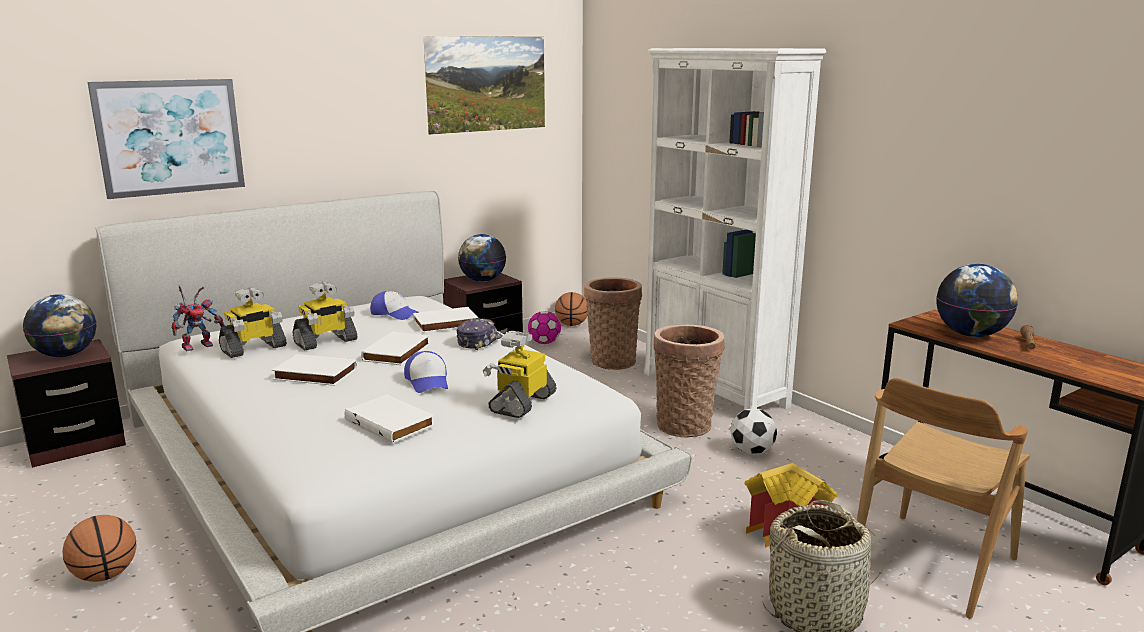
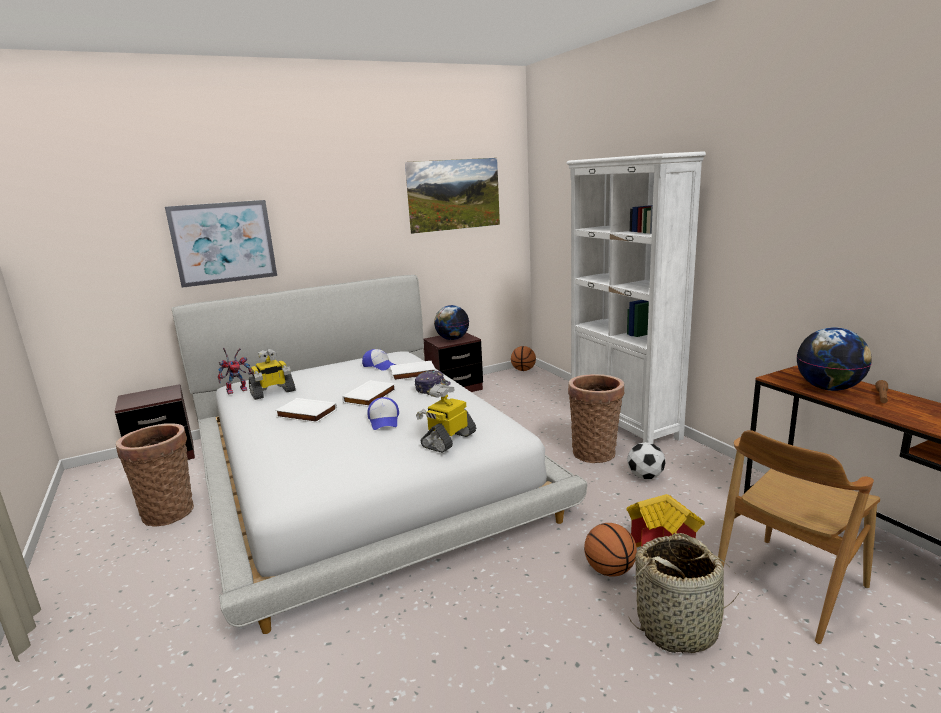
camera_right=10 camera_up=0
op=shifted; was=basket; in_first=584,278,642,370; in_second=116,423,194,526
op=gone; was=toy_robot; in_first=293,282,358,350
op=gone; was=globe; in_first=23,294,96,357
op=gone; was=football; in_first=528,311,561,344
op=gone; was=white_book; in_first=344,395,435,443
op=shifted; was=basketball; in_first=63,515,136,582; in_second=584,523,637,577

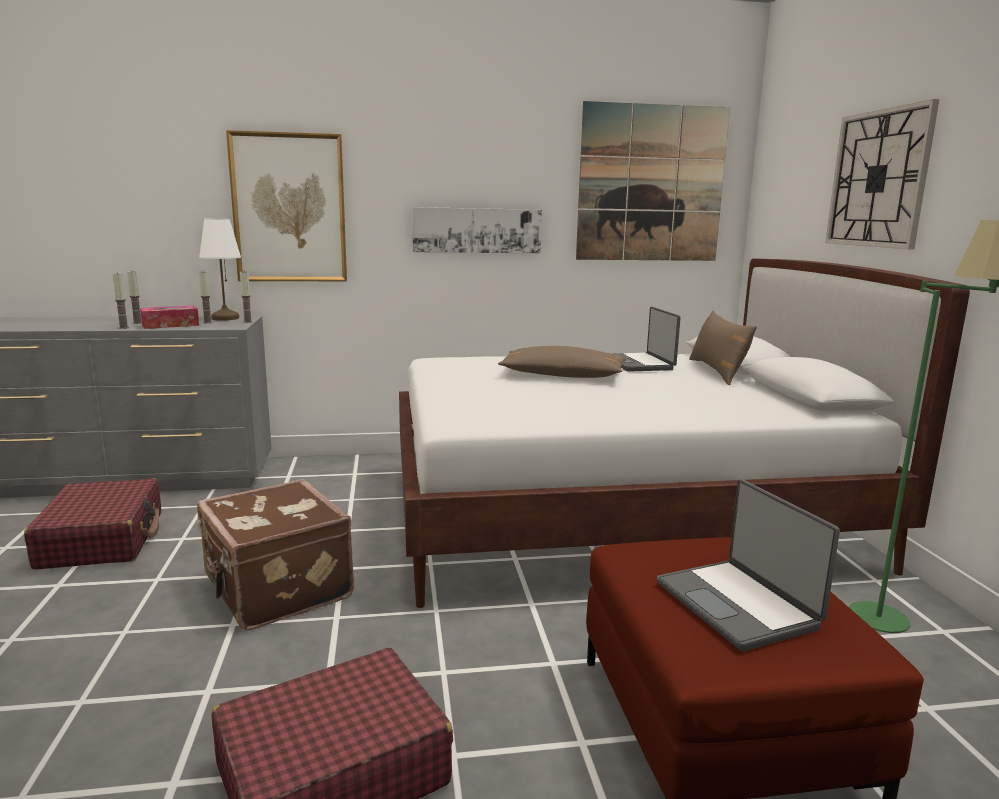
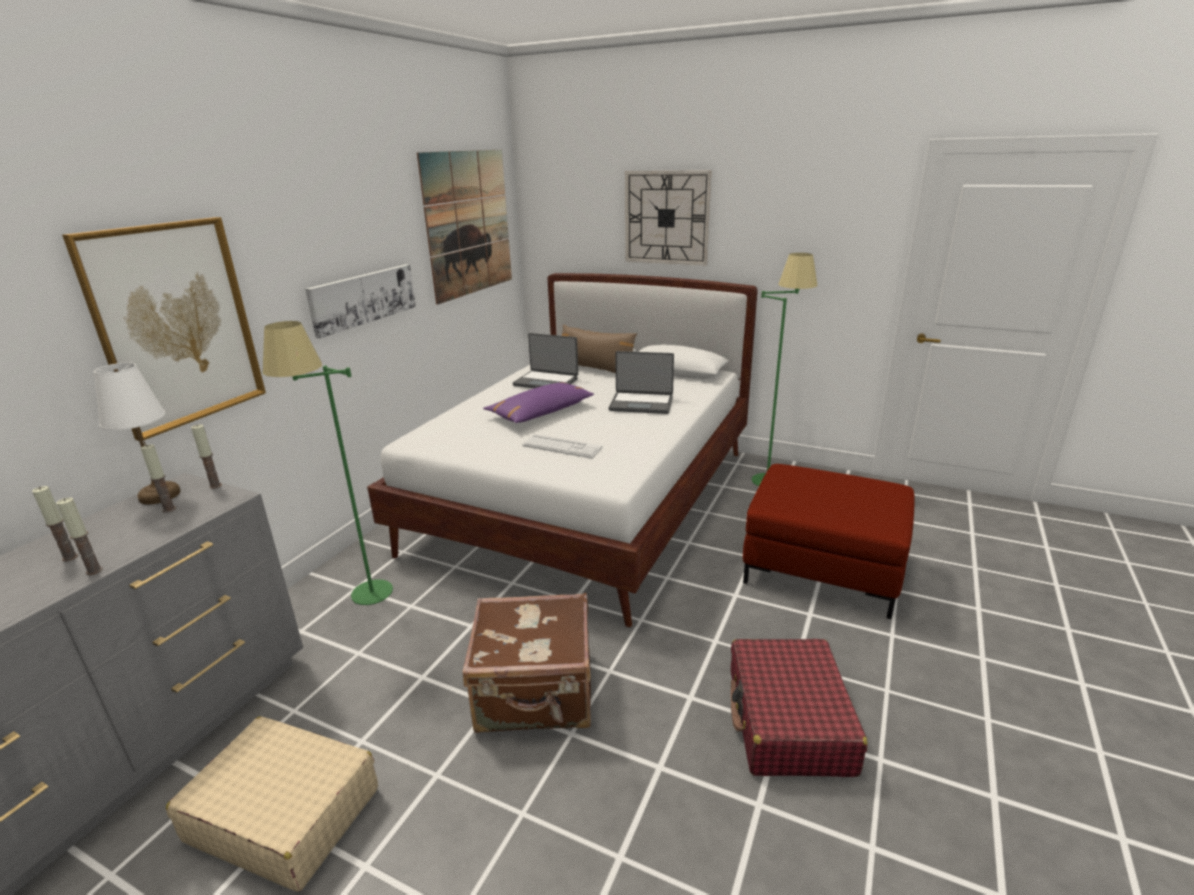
camera_right=-55 camera_up=10
op=gone; was=tissue_box; in_first=140,306,199,329
op=repainted; was=brown_pillow; now=purple_pillow; in_first=498,346,627,378; in_second=483,382,594,423
op=repainted; was=red_suitcase; now=beige_suitcase; in_first=24,478,161,570; in_second=166,716,378,892
op=shifted; was=laptop; in_first=657,479,840,651; in_second=609,351,674,414
op=new; now=green_floor_lamp; in_second=262,321,393,605
op=new; now=keyboard; in_second=523,434,602,458

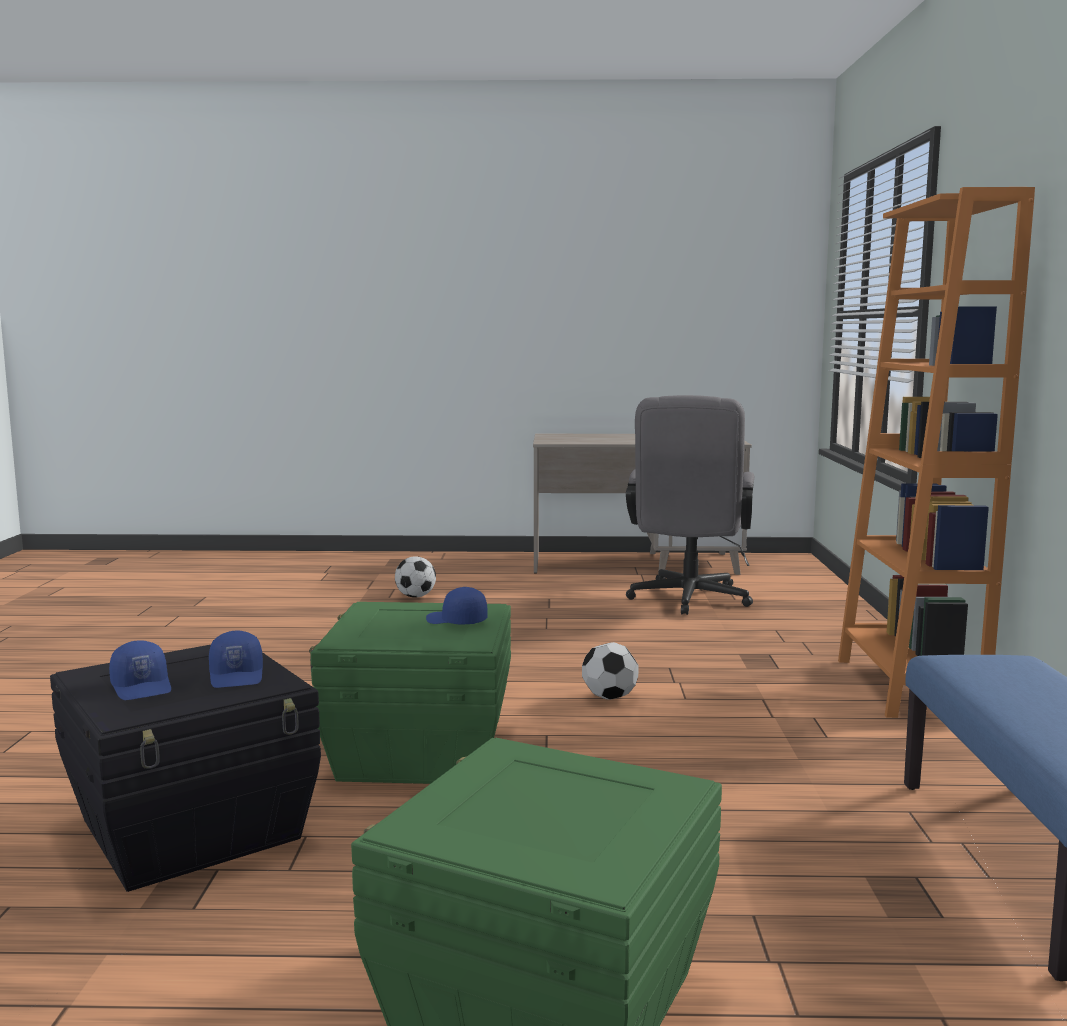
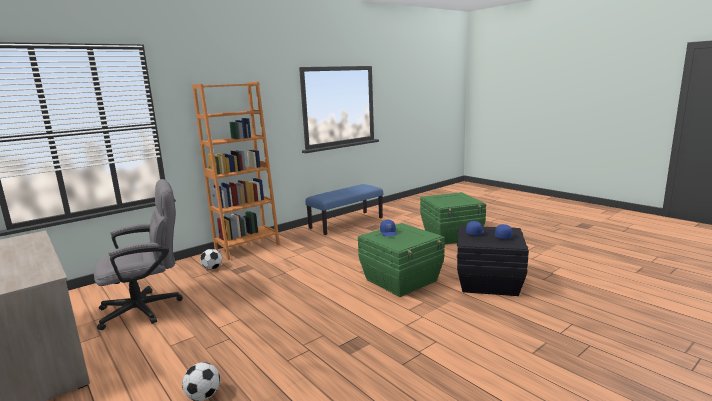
camera_right=-130 camera_up=5
op=shifted; was=football; in_first=582,642,639,700; in_second=200,249,222,269

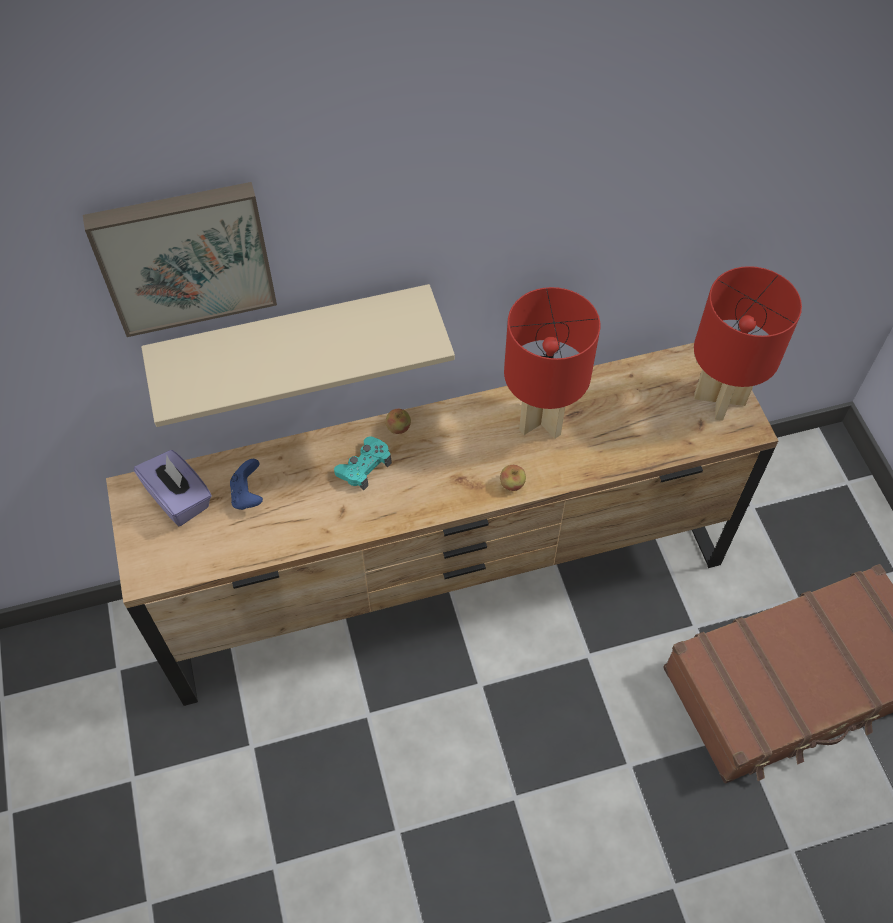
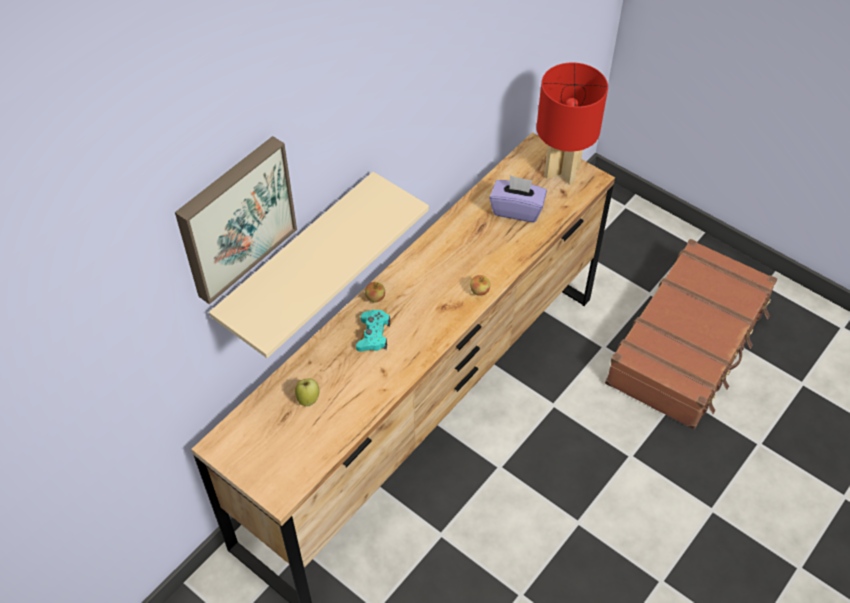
camera_right=-35 camera_up=-5
op=gone; was=red_table_lamp; in_first=504,287,600,439
op=shifted; was=purple_tissue_box; in_first=134,450,212,526; in_second=489,175,547,222
op=swapped; was=blue_game_controller; now=apple; in_first=230,459,263,510; in_second=295,378,319,406

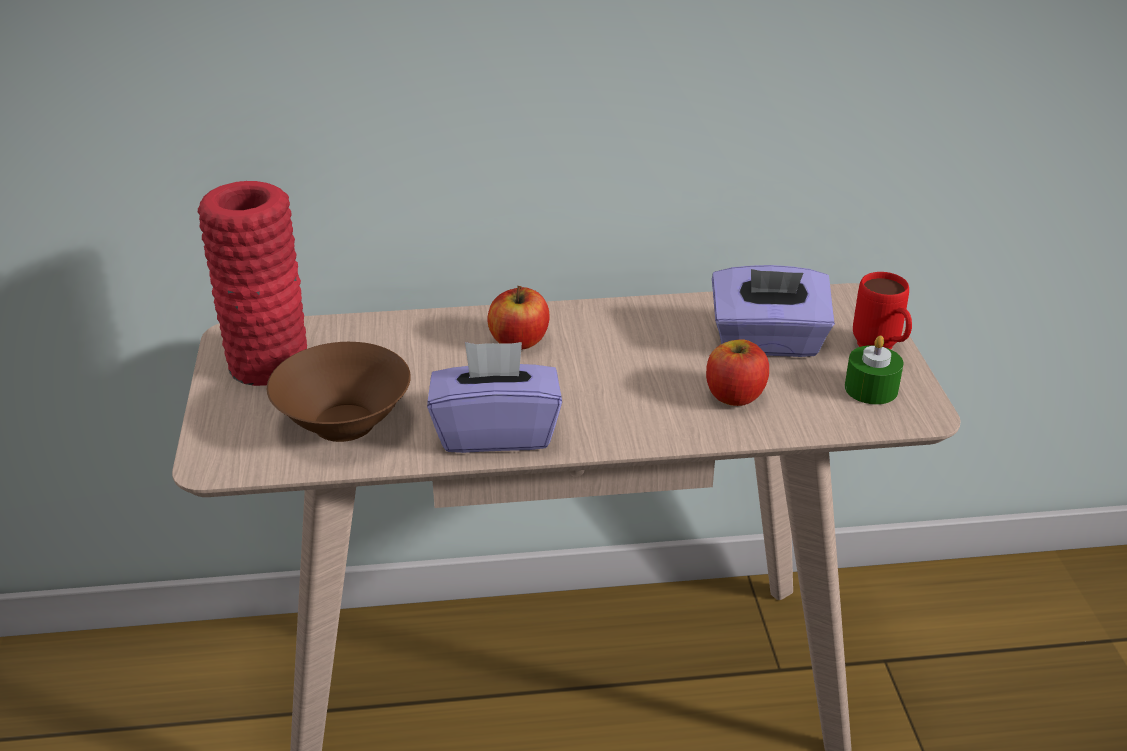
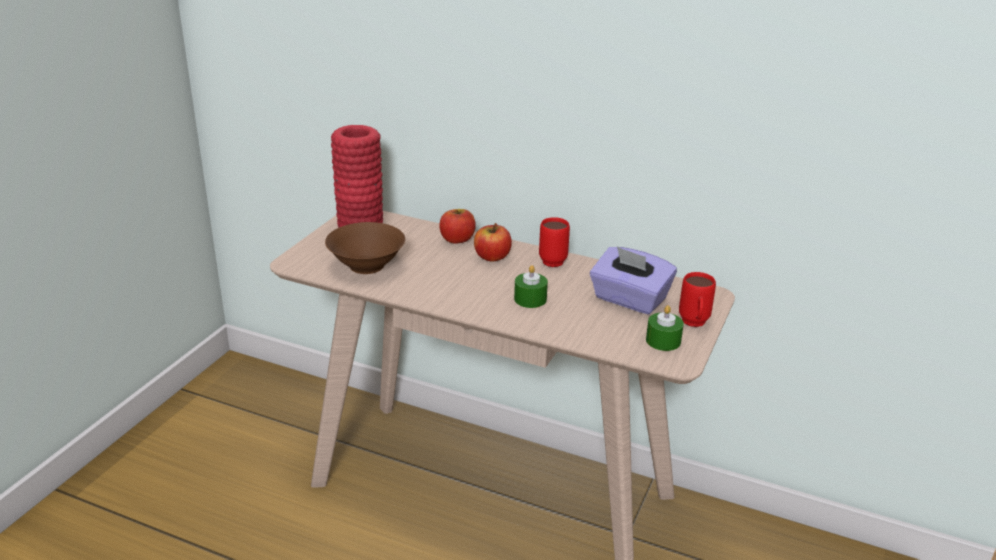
camera_right=30 camera_up=-5
op=shifted; was=apple; in_first=706,339,769,406; in_second=439,209,476,244
op=gone; was=purple_tissue_box; in_first=427,342,562,453
op=new; now=red_mug; in_second=539,217,570,267
op=new; now=green_candle; in_second=514,265,548,308

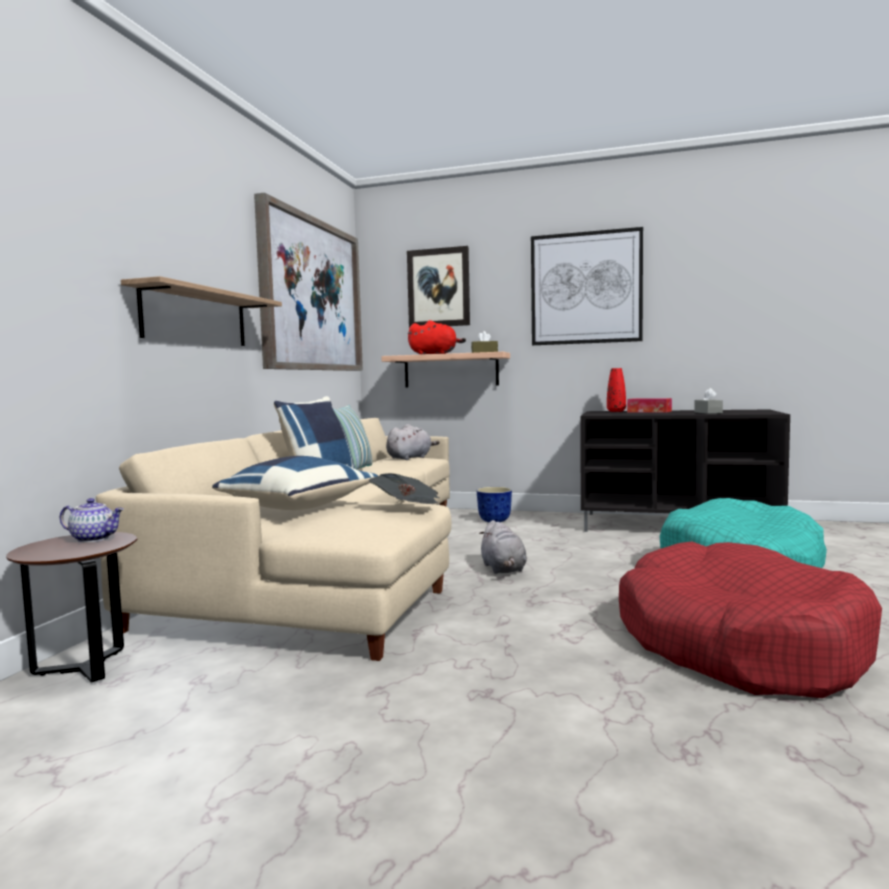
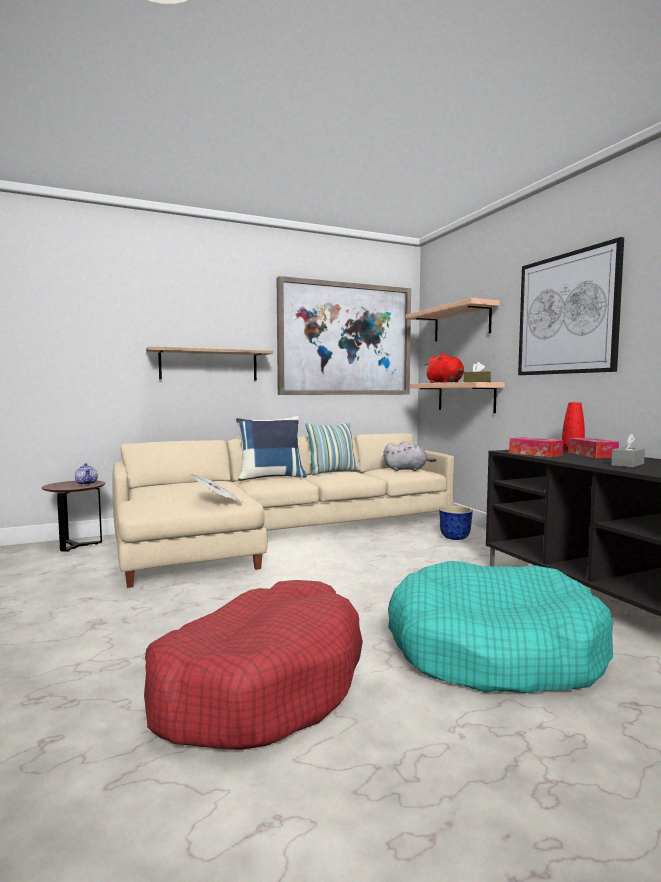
camera_right=50 camera_up=0
op=swapped; was=picture; now=shelf; in_first=407,246,470,328; in_second=406,298,500,342
op=gone; was=blue_pillow; in_first=212,456,378,510
op=gone; was=grey_plush_toy; in_first=479,520,527,574
op=new; now=tissue_box; in_second=509,437,563,457

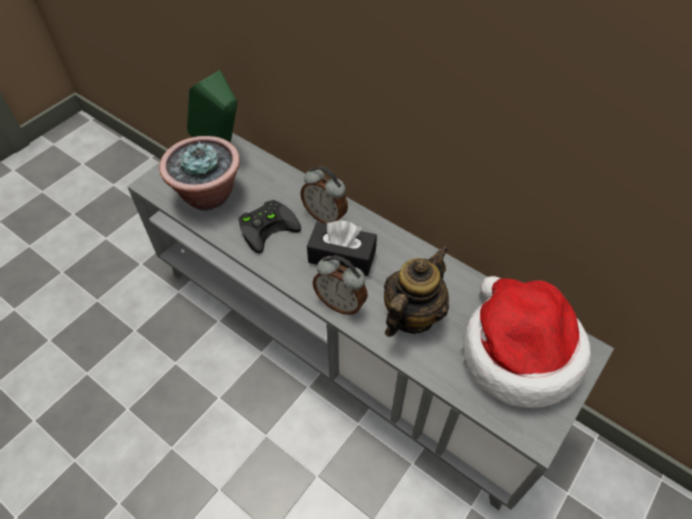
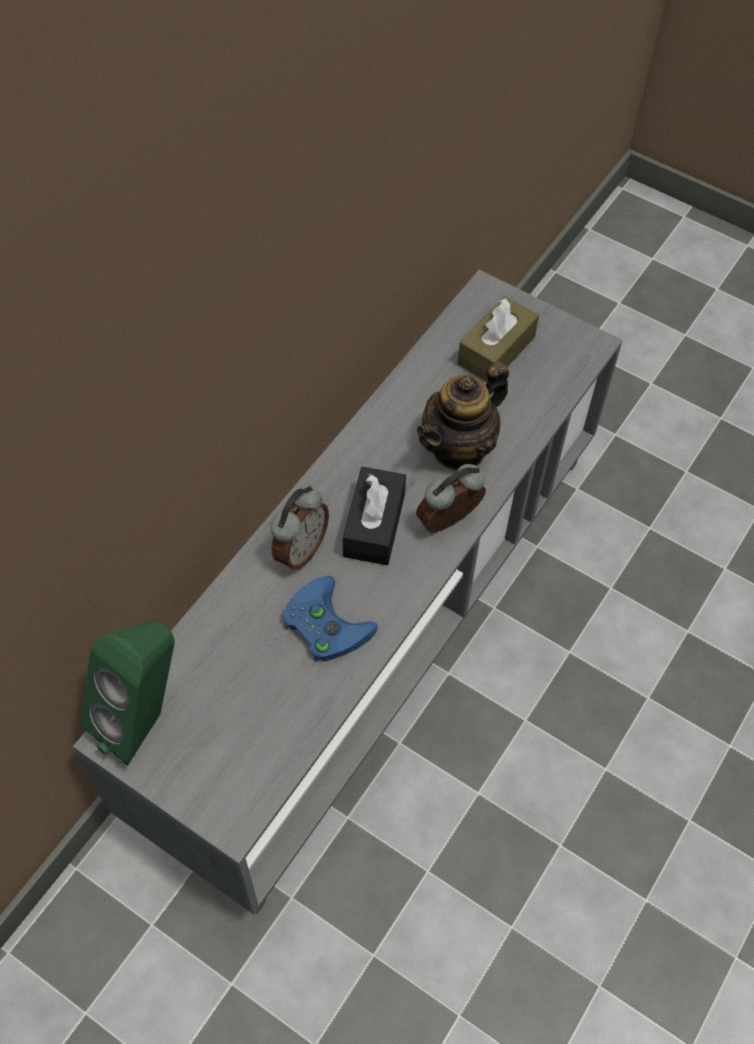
camera_right=-95 camera_up=5
op=gone; was=potted_plant; in_first=159,136,240,211
op=repainted; was=black_game_controller; now=blue_game_controller; in_first=239,200,301,254; in_second=283,576,378,662
op=rotated; was=teapot; in_first=384,245,449,337; in_second=416,361,509,471; clockwise=-75
op=rotated; was=alarm_clock; in_first=313,256,368,315; in_second=416,464,486,532; clockwise=-150
op=swapped; was=hat; now=brown_tissue_box; in_first=463,276,591,408; in_second=457,296,539,382

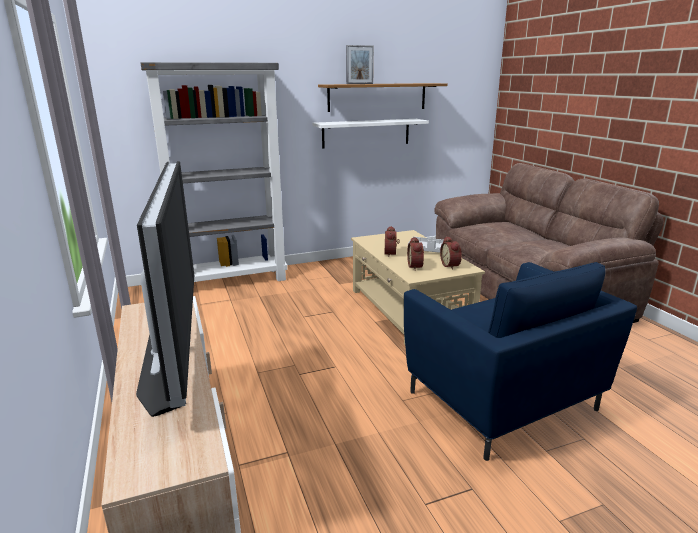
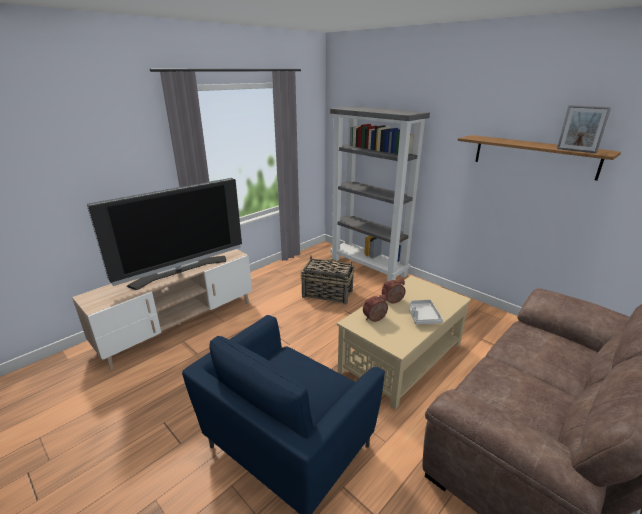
camera_right=65 camera_up=5
op=shifted; was=picture_frame; in_first=346,45,374,84; in_second=557,105,611,153
op=gone; was=white_shelf; in_first=313,119,429,149
op=gone; was=alarm_clock; in_first=440,236,462,270
op=new; now=basket; in_second=300,256,355,305

